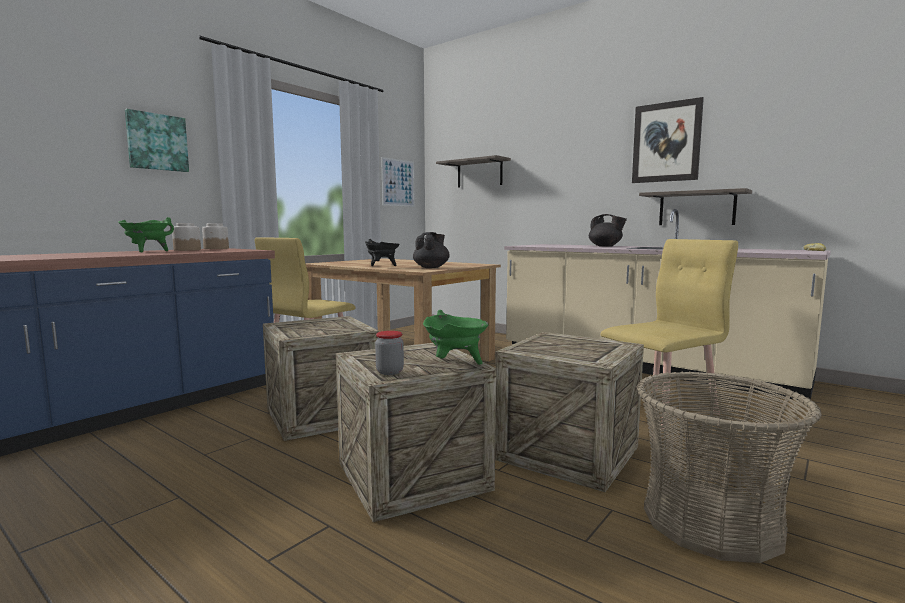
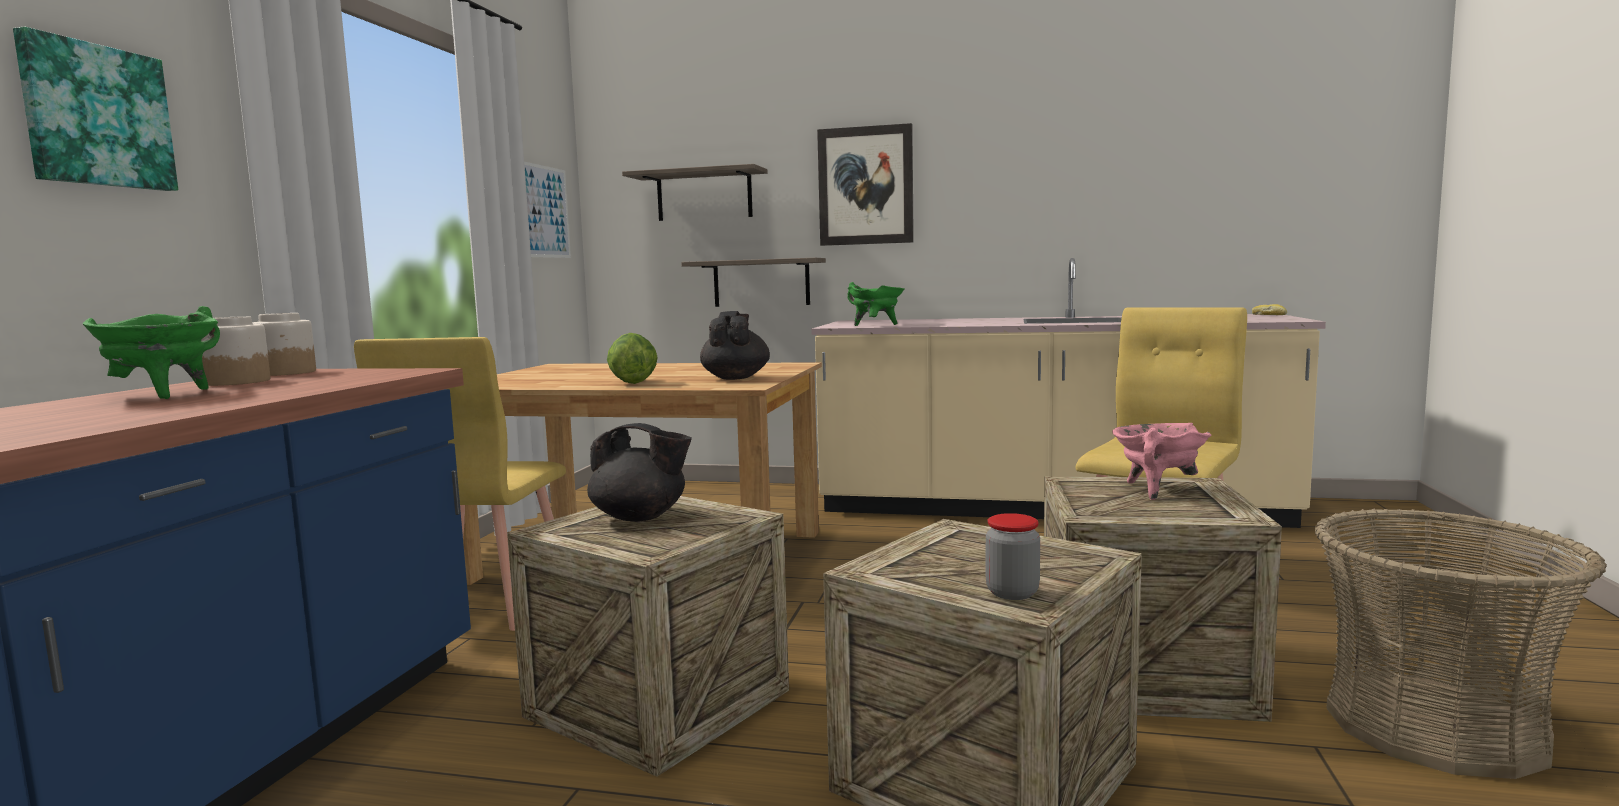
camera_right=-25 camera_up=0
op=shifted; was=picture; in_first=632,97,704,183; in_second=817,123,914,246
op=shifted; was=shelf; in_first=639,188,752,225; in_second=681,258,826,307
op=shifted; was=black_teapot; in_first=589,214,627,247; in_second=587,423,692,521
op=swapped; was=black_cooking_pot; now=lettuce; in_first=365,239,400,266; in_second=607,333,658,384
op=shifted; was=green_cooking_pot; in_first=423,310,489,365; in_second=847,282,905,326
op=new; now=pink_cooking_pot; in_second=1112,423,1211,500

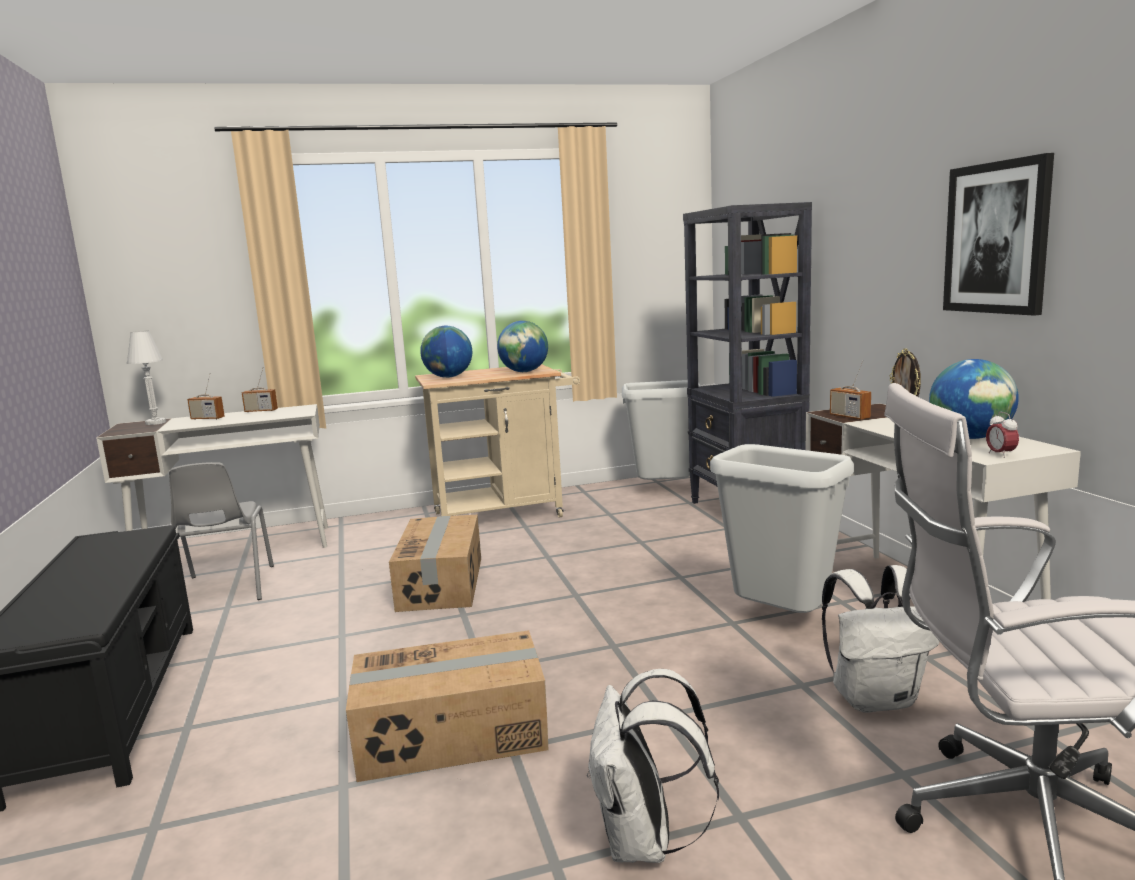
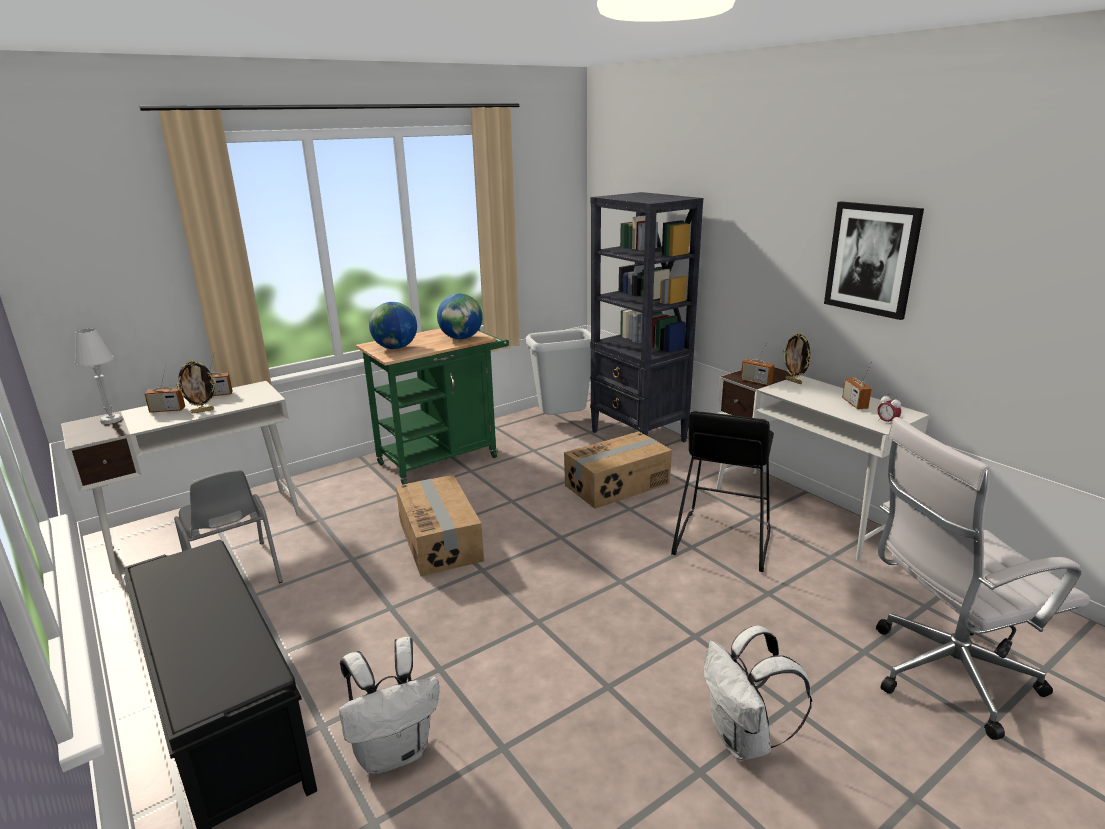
camera_right=-20 camera_up=10
op=swapped; was=globe; now=radio; in_first=929,359,1019,439; in_second=842,361,872,409
op=repainted; was=beige_cart; now=green_cart; in_first=415,364,580,518; in_second=356,328,509,485
op=swapped; was=grey_trash_can; now=black_stool; in_first=710,444,854,613; in_second=671,411,774,572
op=shifted; was=white_backpack; in_first=822,565,940,713; in_second=339,637,439,774
op=shifted; was=cardboard_box; in_first=346,630,548,782; in_second=564,432,672,509
op=new; now=picture_frame; in_second=176,360,216,414

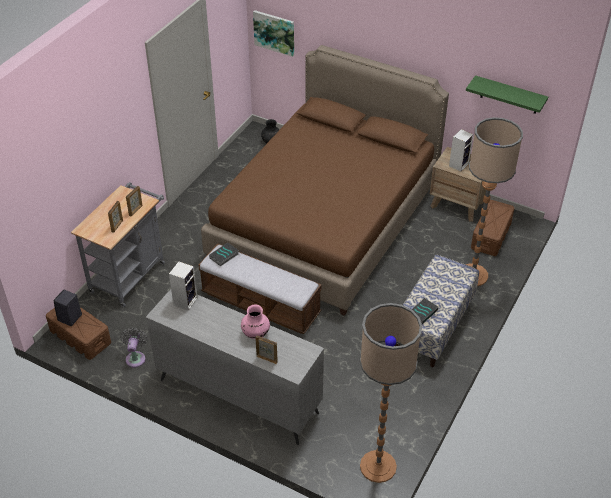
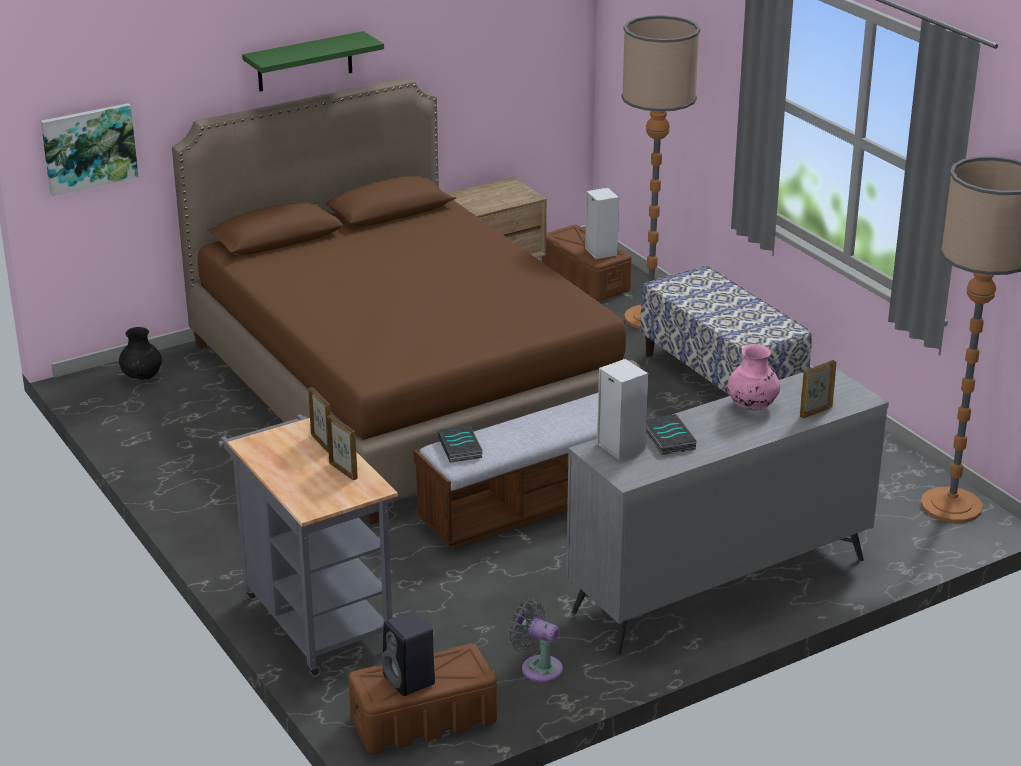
camera_right=-60 camera_up=-15
op=shifted; was=green_shelf; in_first=466,75,548,114; in_second=242,31,384,91
op=shifted; was=speaker; in_first=449,129,473,171; in_second=585,187,619,259
op=shifted; was=book; in_first=412,298,438,324; in_second=646,414,696,455

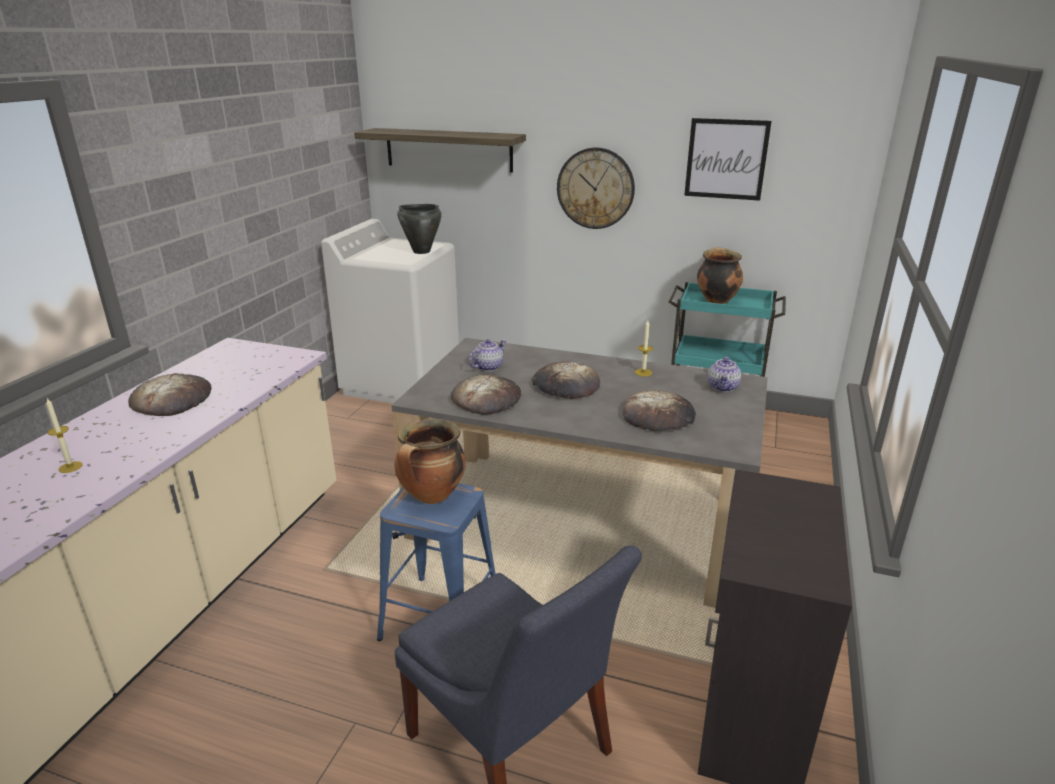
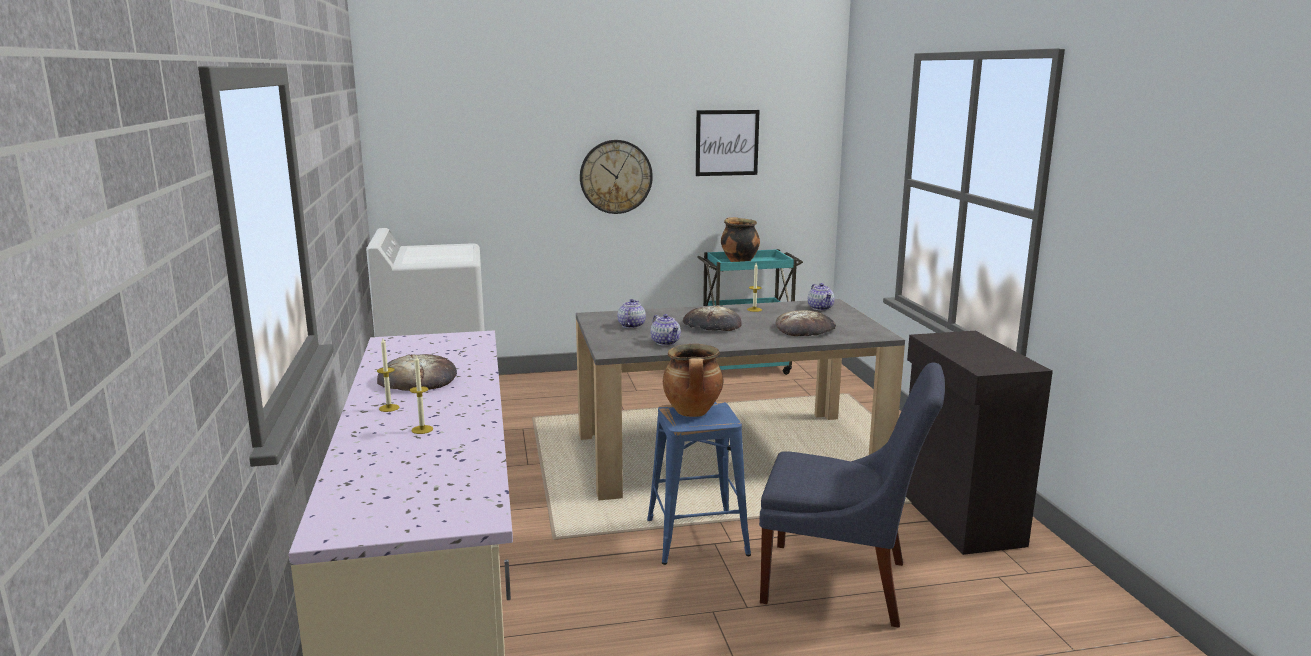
camera_right=-30 camera_up=-10
op=gone; was=shelf; in_first=354,128,526,173
op=gone; was=black_cooking_pot; in_first=397,204,442,254
op=swapped; was=bread; now=teapot; in_first=451,374,521,415; in_second=650,314,681,345
op=new; now=candle; in_second=377,338,400,412

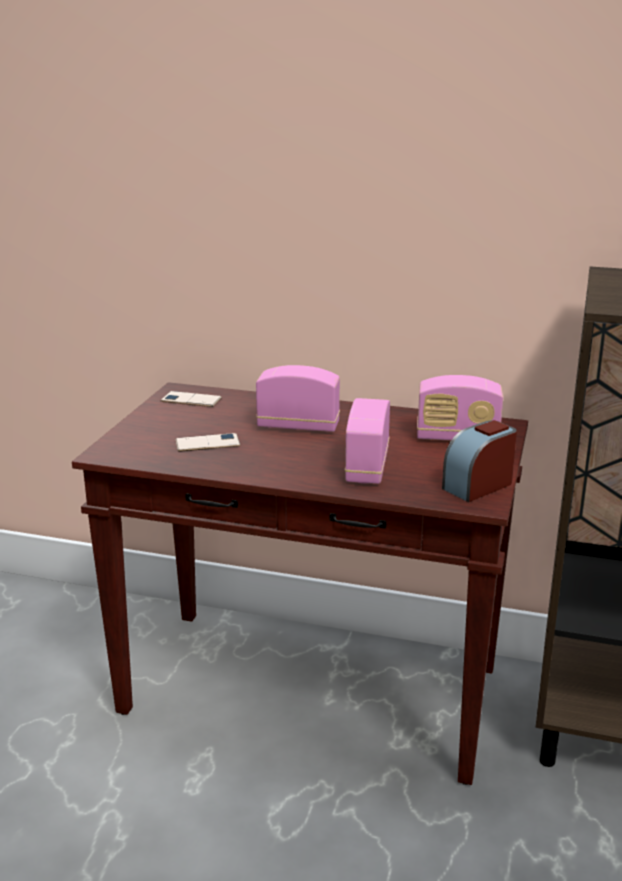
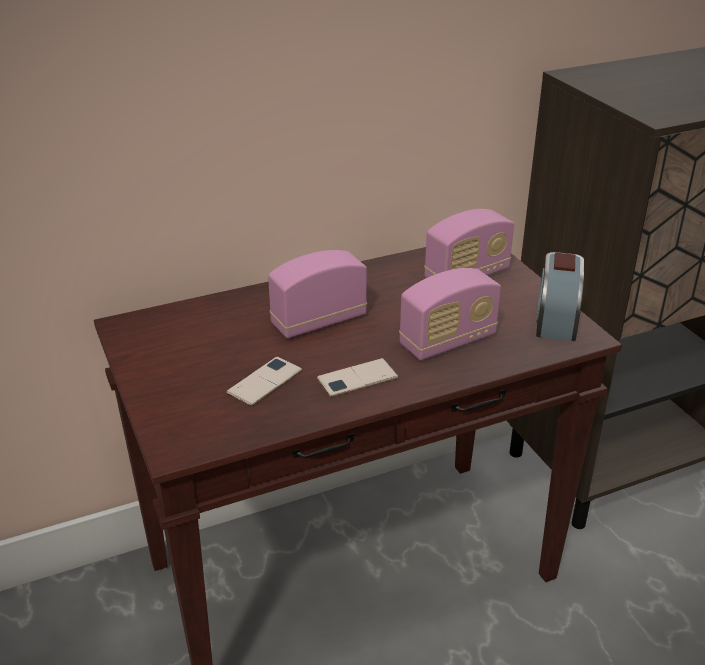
camera_right=-40 camera_up=10
op=shifted; was=phone; in_first=161,391,222,407; in_second=317,358,399,397
op=rotated; was=radio; in_first=345,398,390,484; in_second=399,268,501,360; clockwise=-90

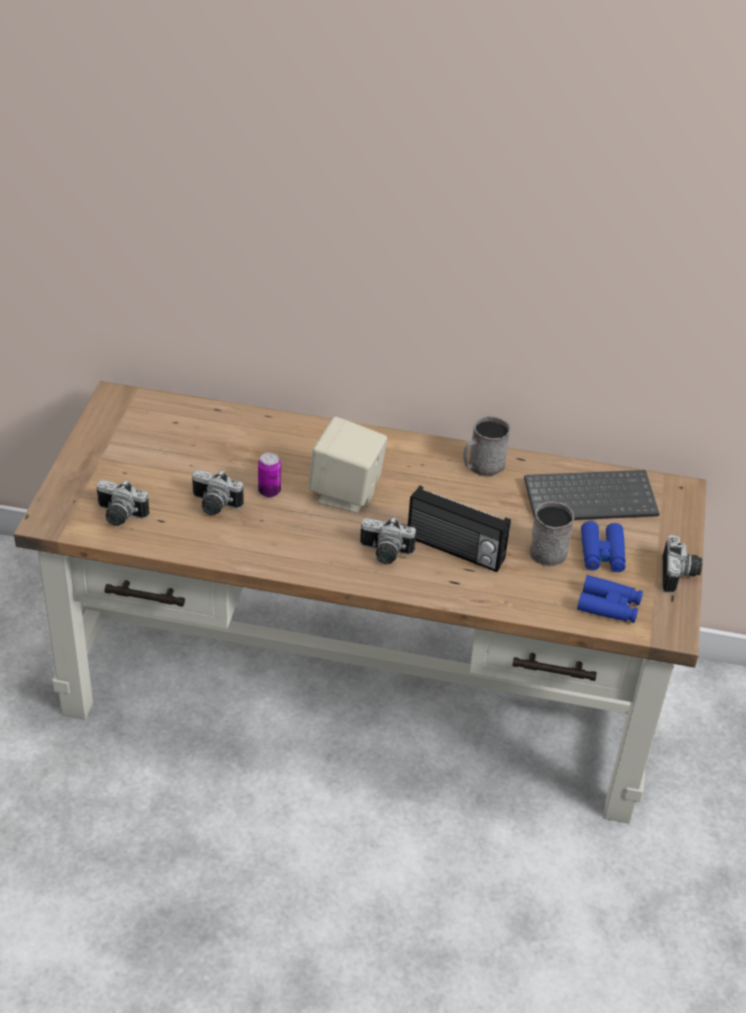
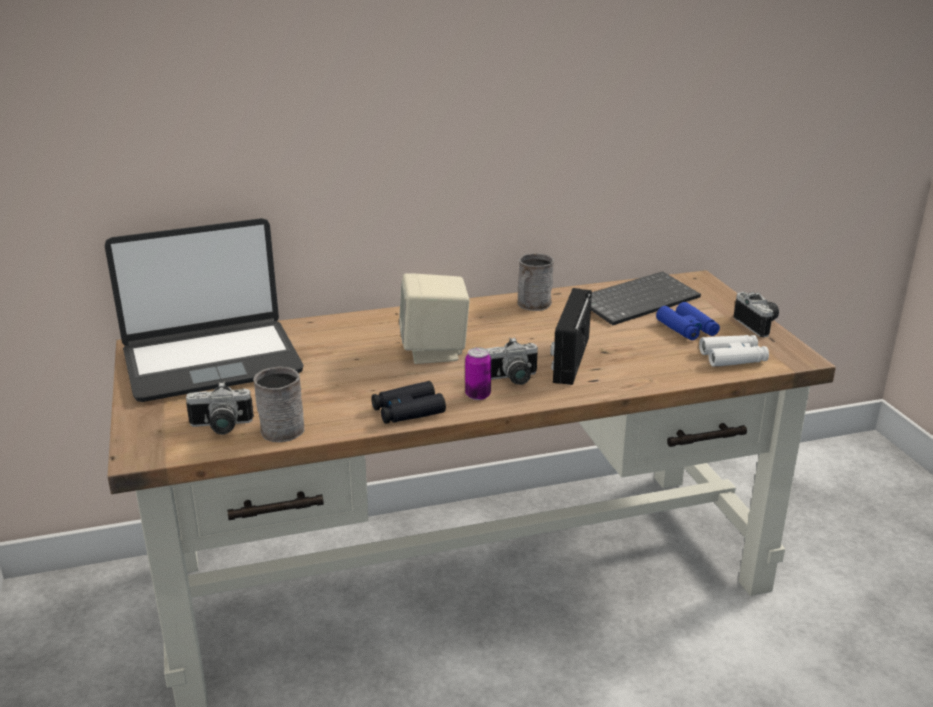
camera_right=-25 camera_up=-15
op=shifted; was=can; in_first=258,453,281,497; in_second=465,347,491,400
op=gone; was=photo_camera; in_first=192,470,244,516
op=rotated; was=radio; in_first=408,485,511,572; in_second=550,288,592,385; clockwise=105
op=shifted; was=grey_mug; in_first=530,501,574,567; in_second=253,366,305,442
op=repainted; was=blue_binoculars; now=white_binoculars; in_first=577,575,643,623; in_second=699,335,769,367
op=new; now=laptop; in_second=105,218,304,402
op=new; now=black_binoculars; in_second=371,381,446,424

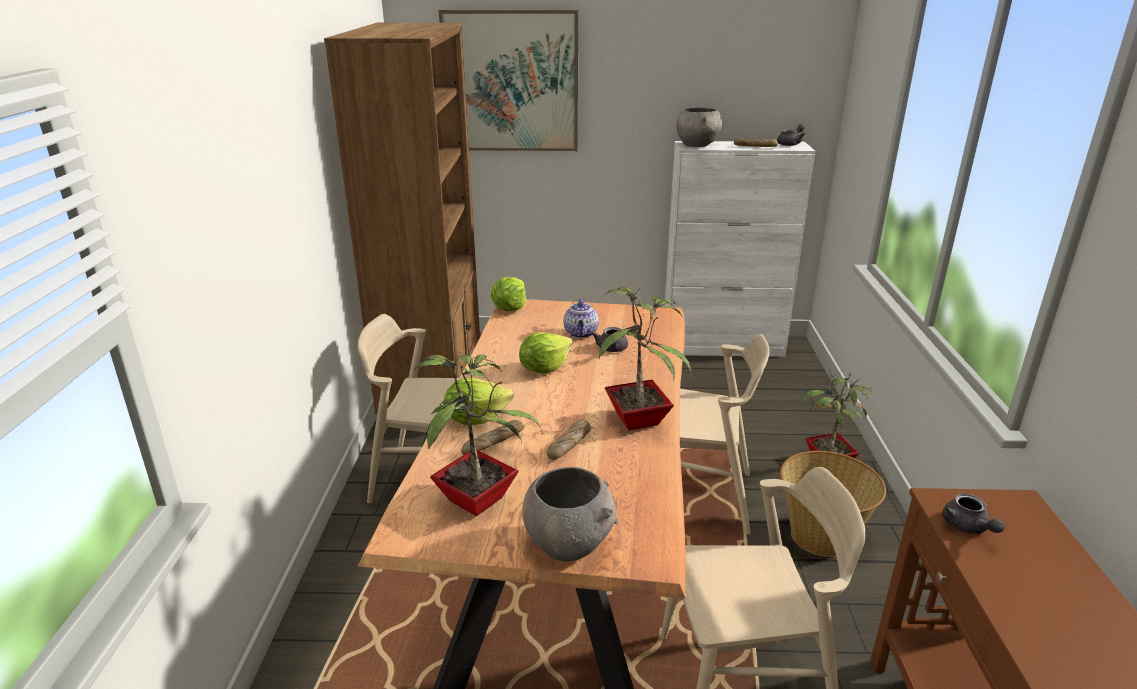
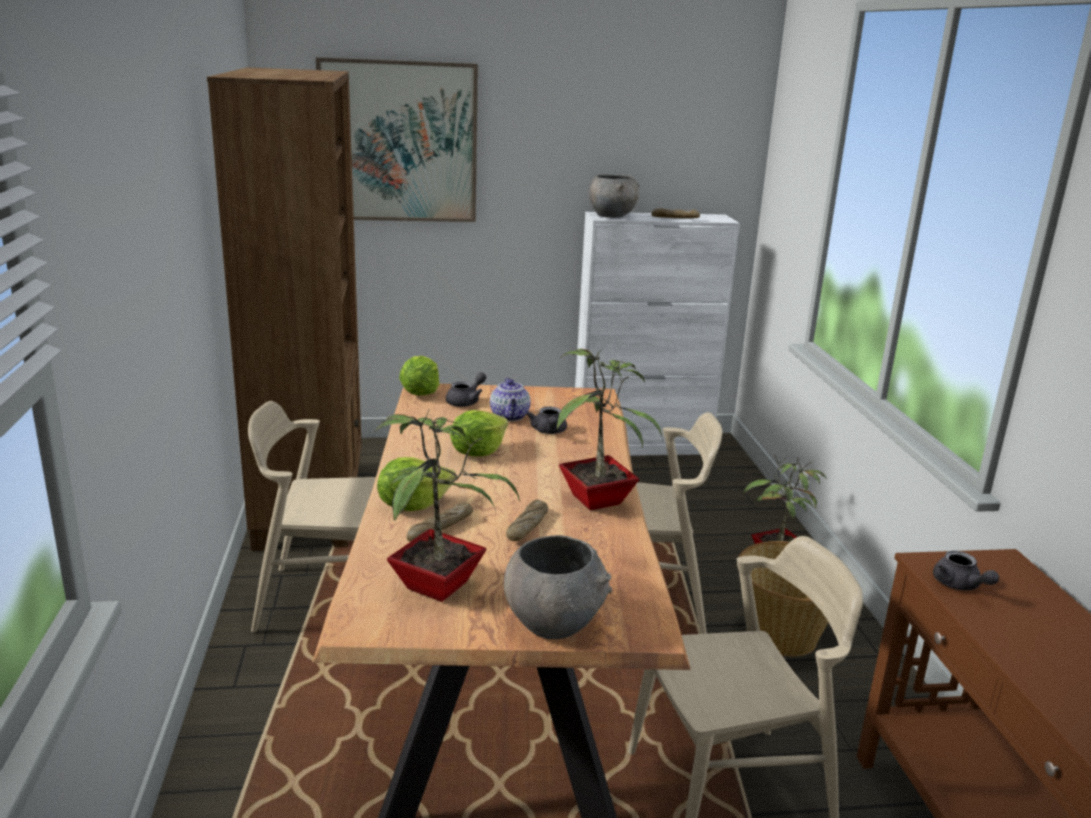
camera_right=-10 camera_up=-5
op=shifted; was=grey_teapot; in_first=777,124,805,146; in_second=446,372,486,407

